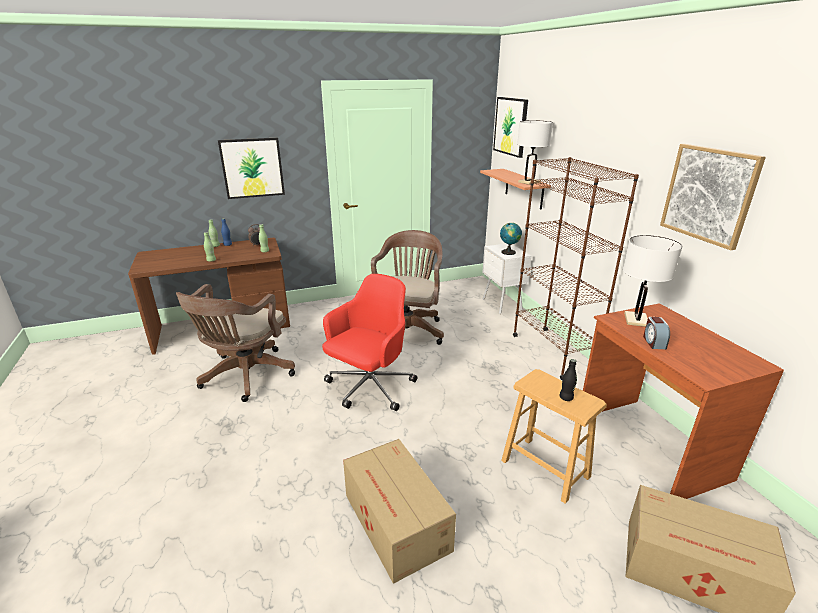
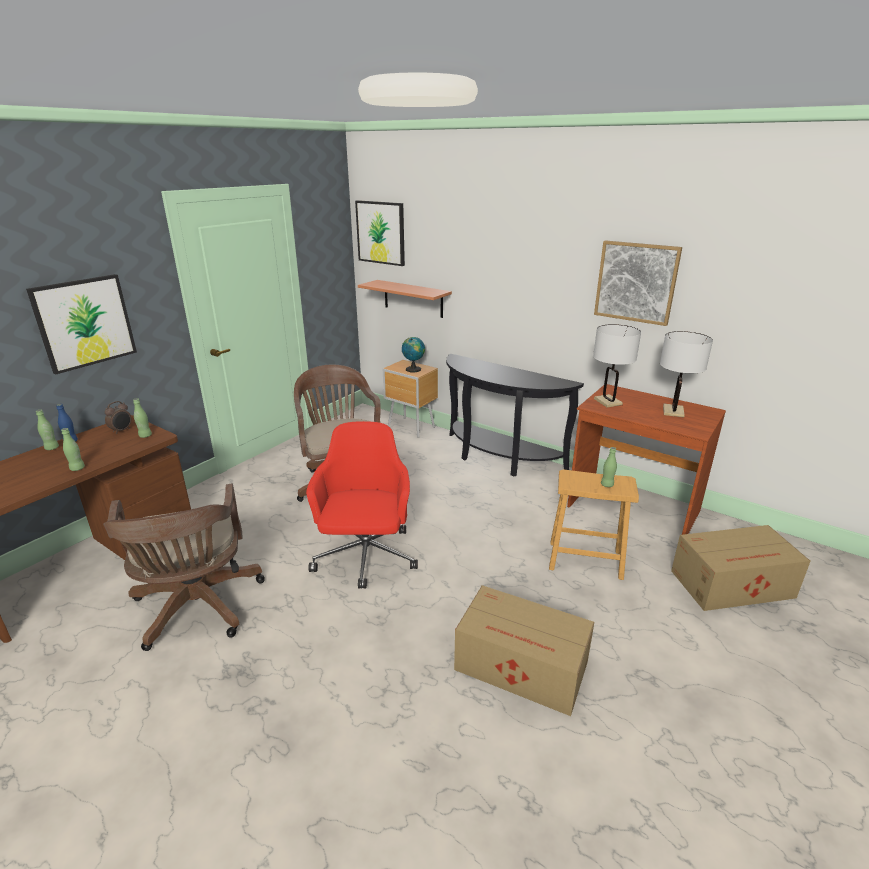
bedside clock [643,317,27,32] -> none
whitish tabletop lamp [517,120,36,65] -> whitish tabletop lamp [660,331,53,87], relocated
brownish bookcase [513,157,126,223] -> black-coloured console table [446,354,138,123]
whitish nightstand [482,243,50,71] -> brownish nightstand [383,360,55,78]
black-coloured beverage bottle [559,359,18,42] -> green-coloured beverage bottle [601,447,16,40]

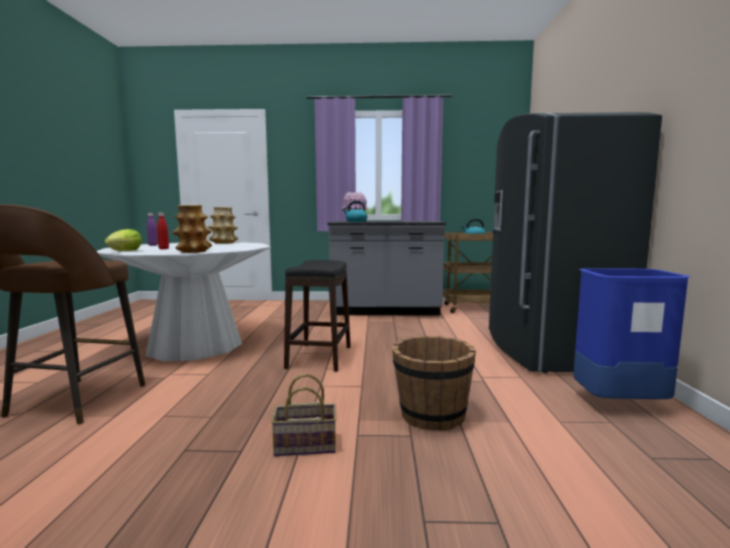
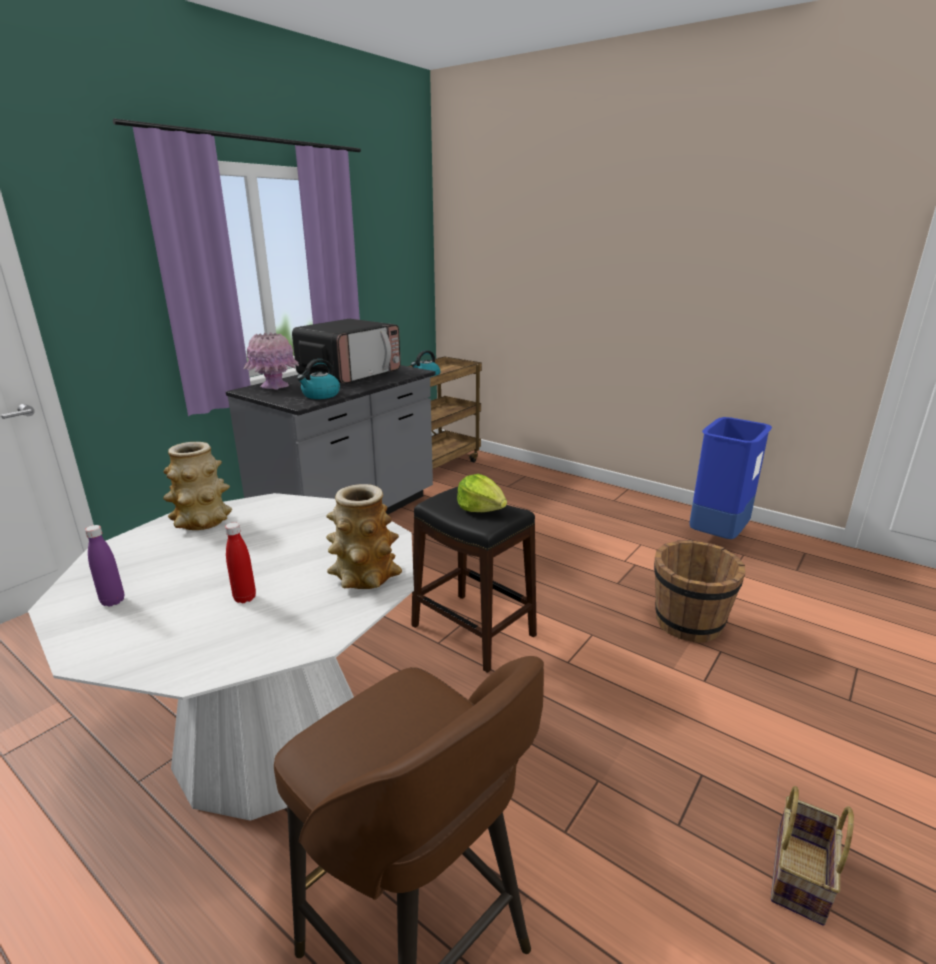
gray kitchen fridge [489,112,173,261] -> none
none -> microwave oven [292,319,109,65]
head of lettuce [104,229,38,22] -> head of lettuce [457,474,50,38], relocated
household basket [271,374,65,82] -> household basket [771,786,83,140], relocated

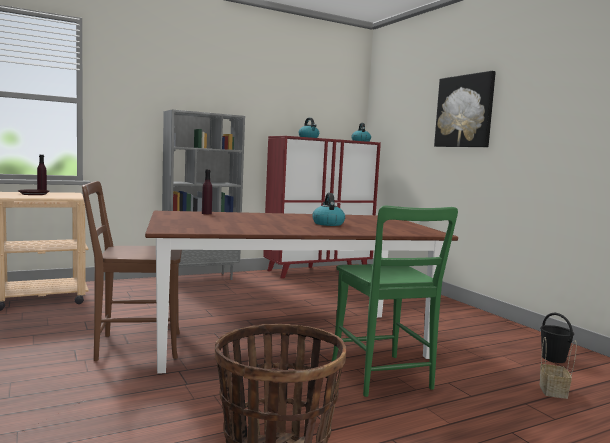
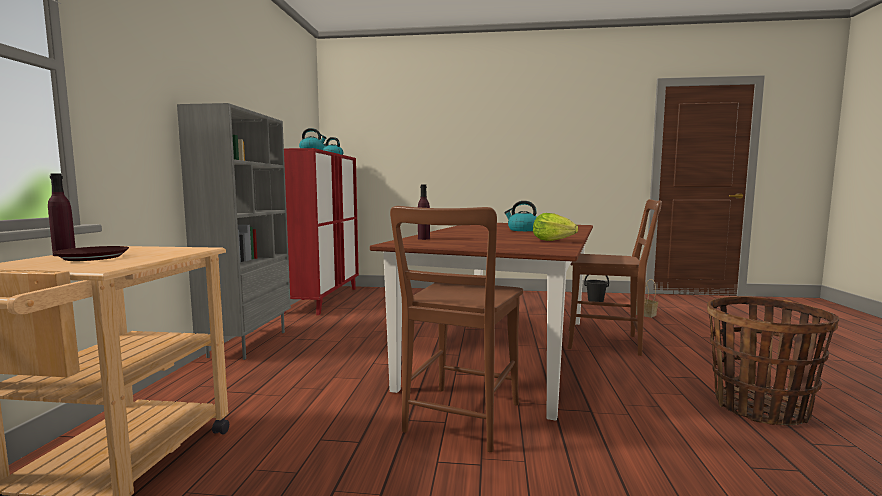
picture [434,71,62,76] -> none
none -> head of lettuce [533,213,45,28]
green-coloured plain chair [331,206,127,191] -> brownish plain chair [568,199,94,157]

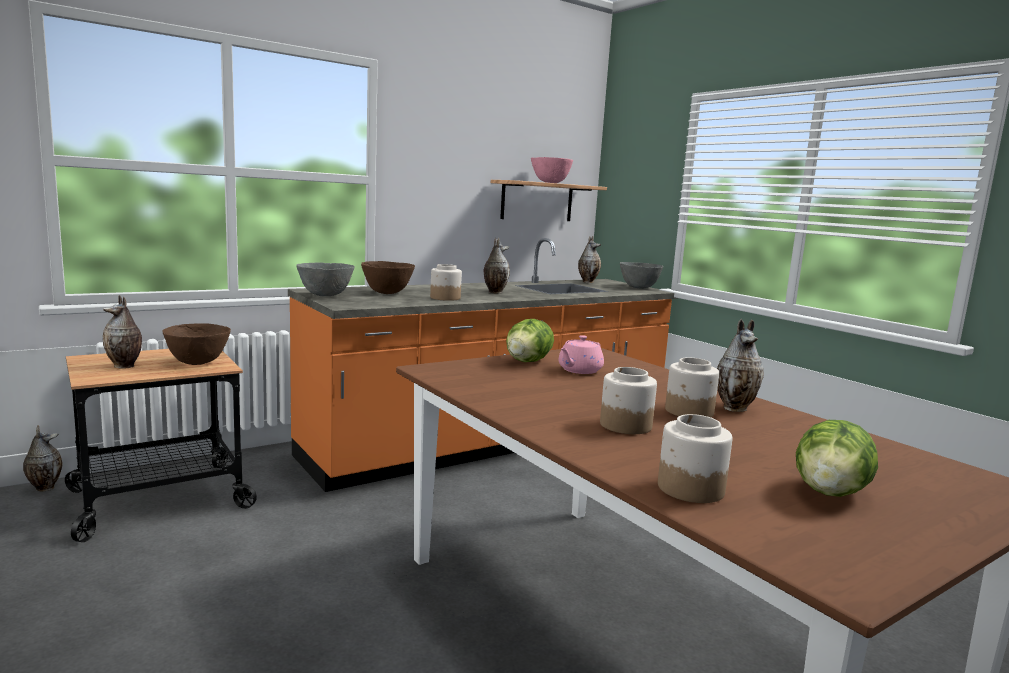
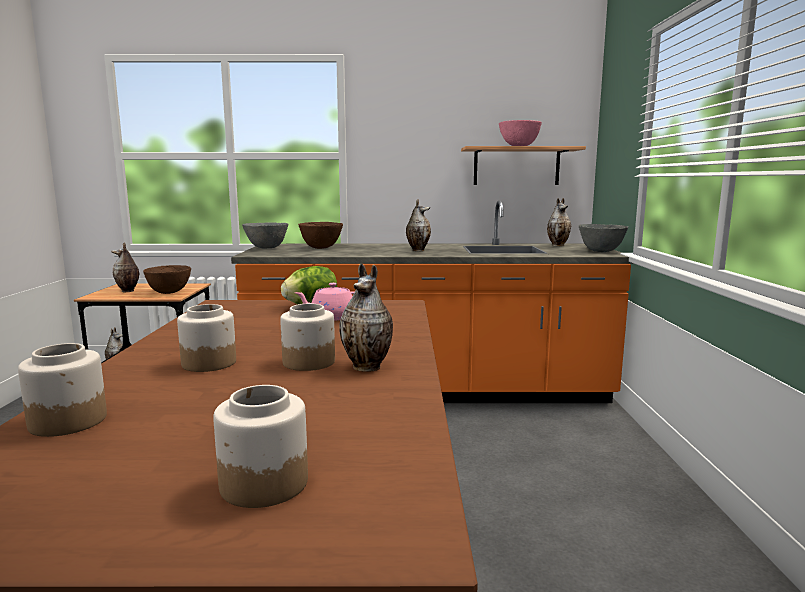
head of lettuce [796,420,82,77] -> none
storage jar [430,264,32,37] -> storage jar [213,385,95,123], relocated

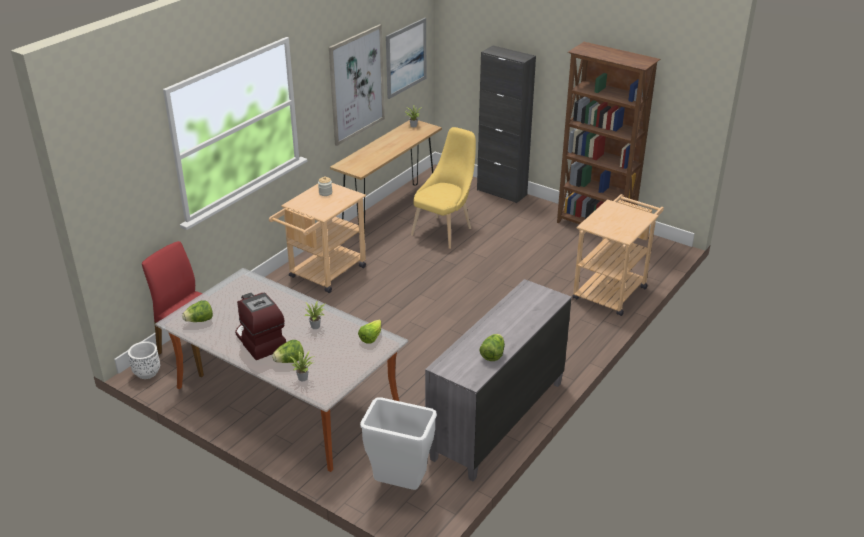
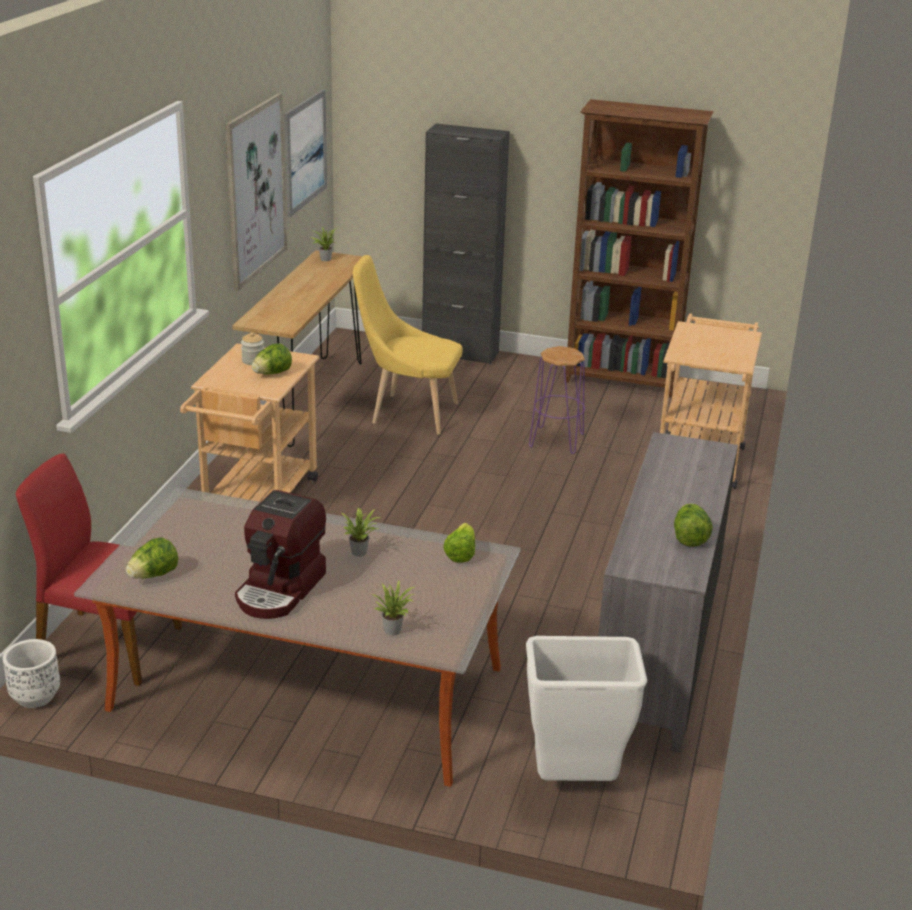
none -> purple-coloured stool [529,346,56,108]
head of lettuce [272,340,32,23] -> head of lettuce [251,343,41,32], relocated
coffee maker [235,293,51,67] -> coffee maker [235,490,91,129], 105 degrees counterclockwise
yellow-coloured plain chair [411,127,65,122] -> yellow-coloured plain chair [353,255,109,180], 90 degrees counterclockwise

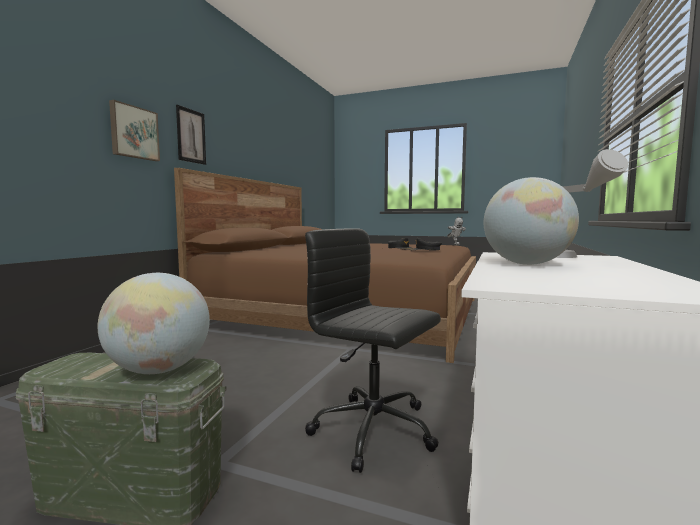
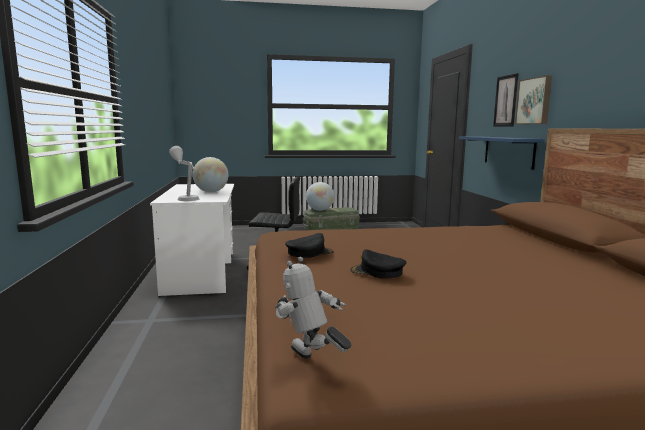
none -> blue-coloured wall shelf [459,136,86,34]
picture [176,105,30,60] -> picture [493,73,25,54], relocated

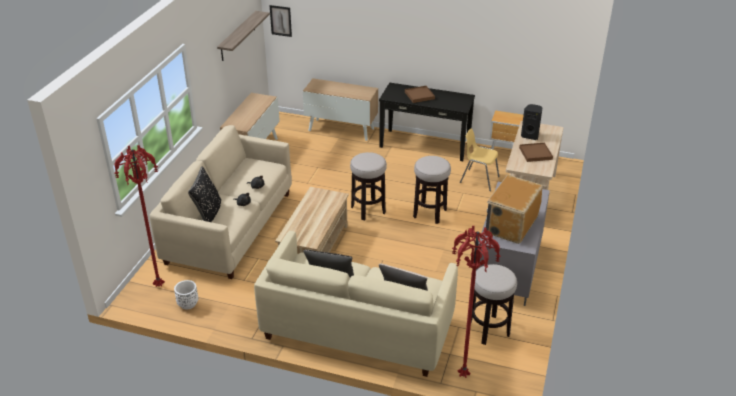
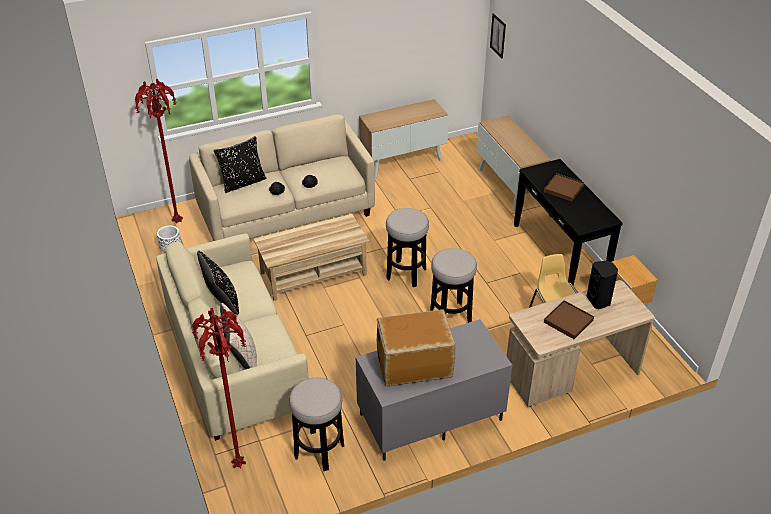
wall shelf [217,11,53,50] -> none

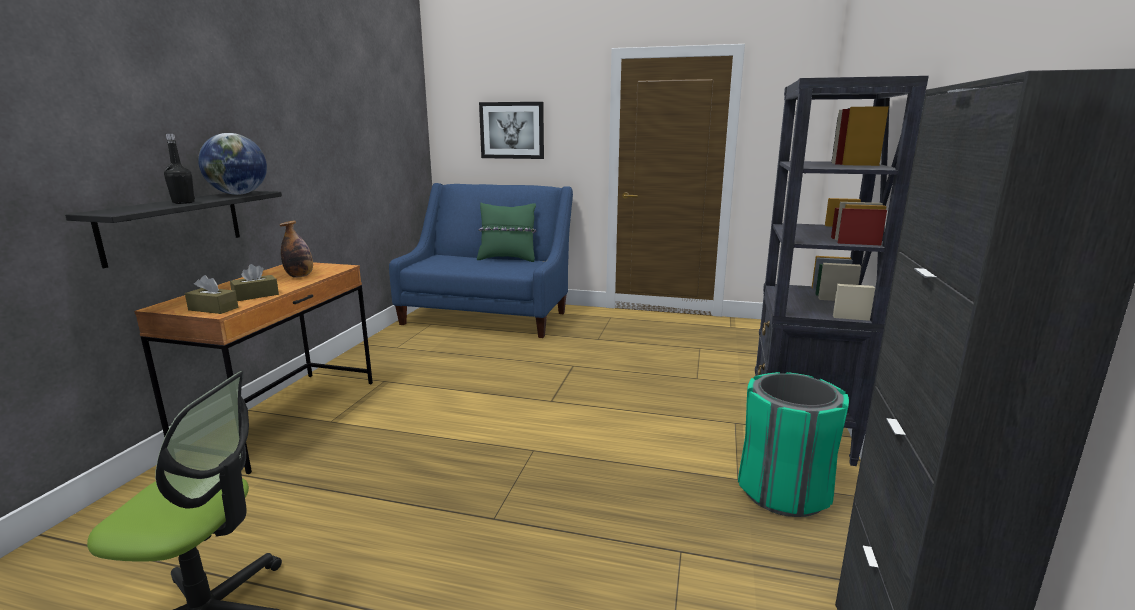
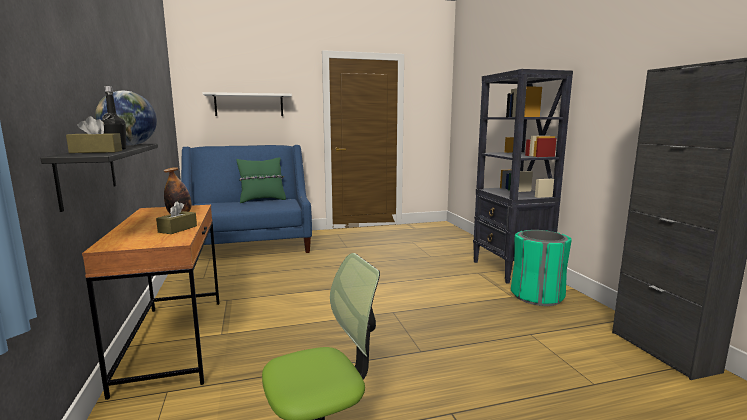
brownish box of tissues [185,275,53,39] -> brownish box of tissues [66,116,56,37], relocated
picture [479,102,65,57] -> whitish wall shelf [202,92,90,24]

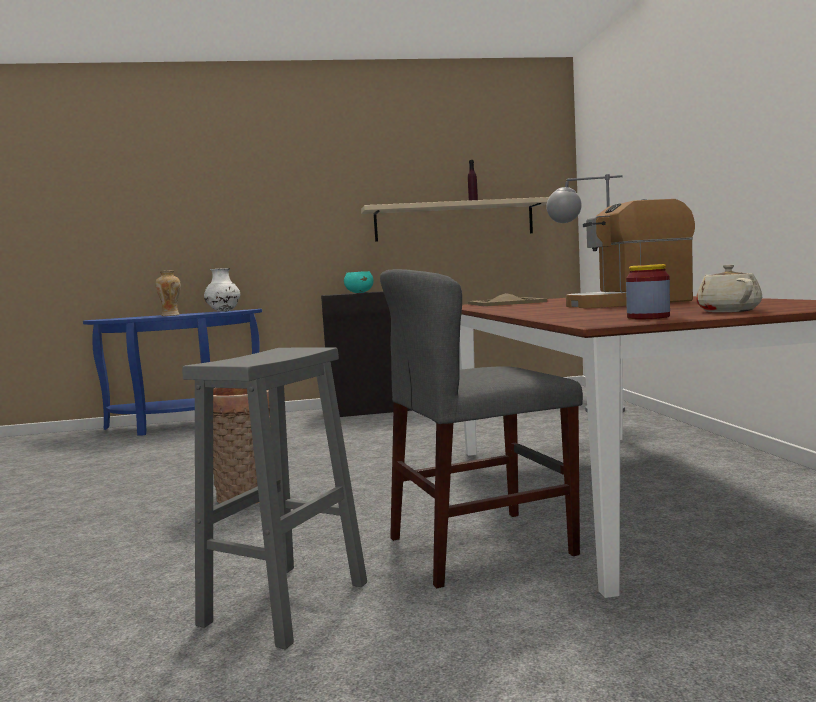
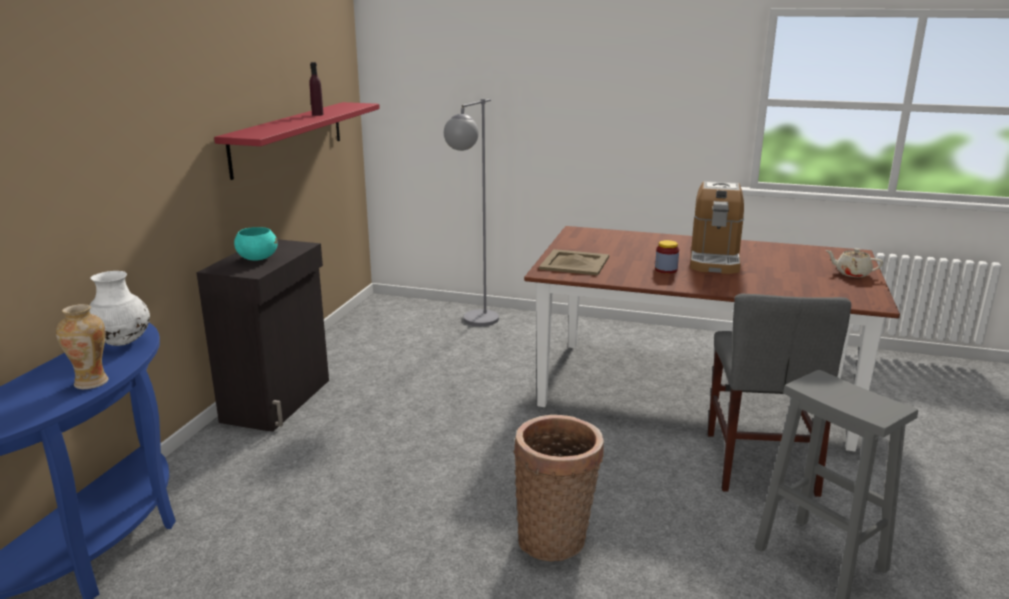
storage jar [626,264,44,55] -> storage jar [655,240,24,34], relocated
sand-coloured wall shelf [361,197,188,45] -> red-coloured wall shelf [214,102,166,78]

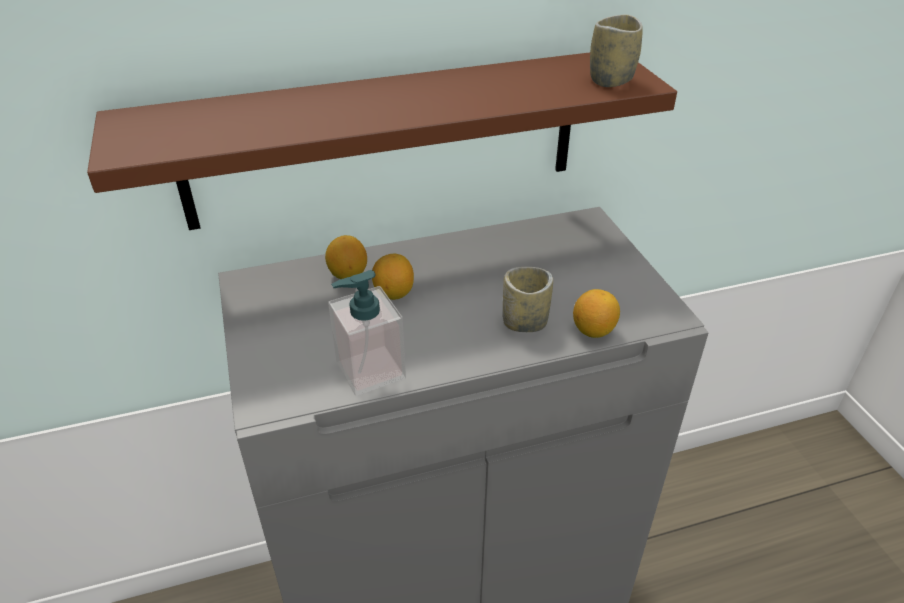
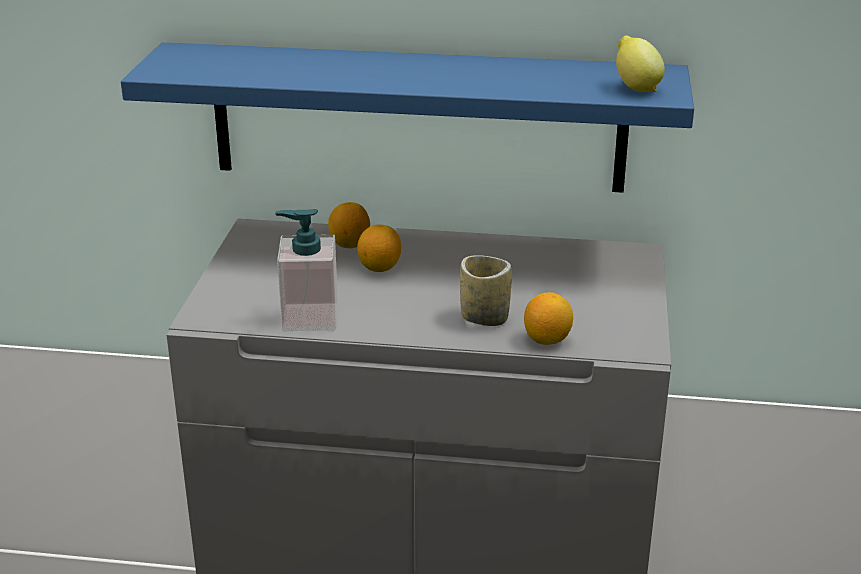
cup [590,15,53,72] -> whole lemon [616,35,49,57]
brownish wall shelf [87,52,590,178] -> blue-coloured wall shelf [121,42,573,151]

